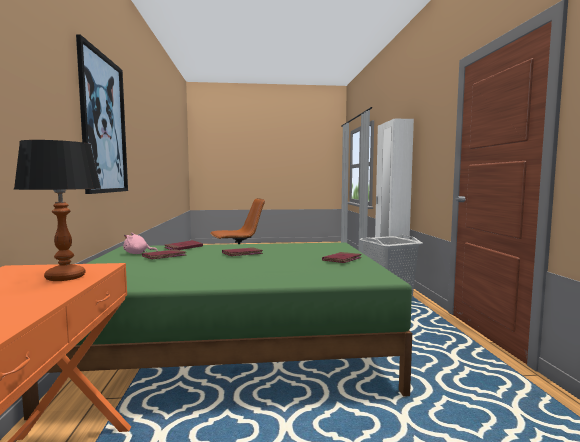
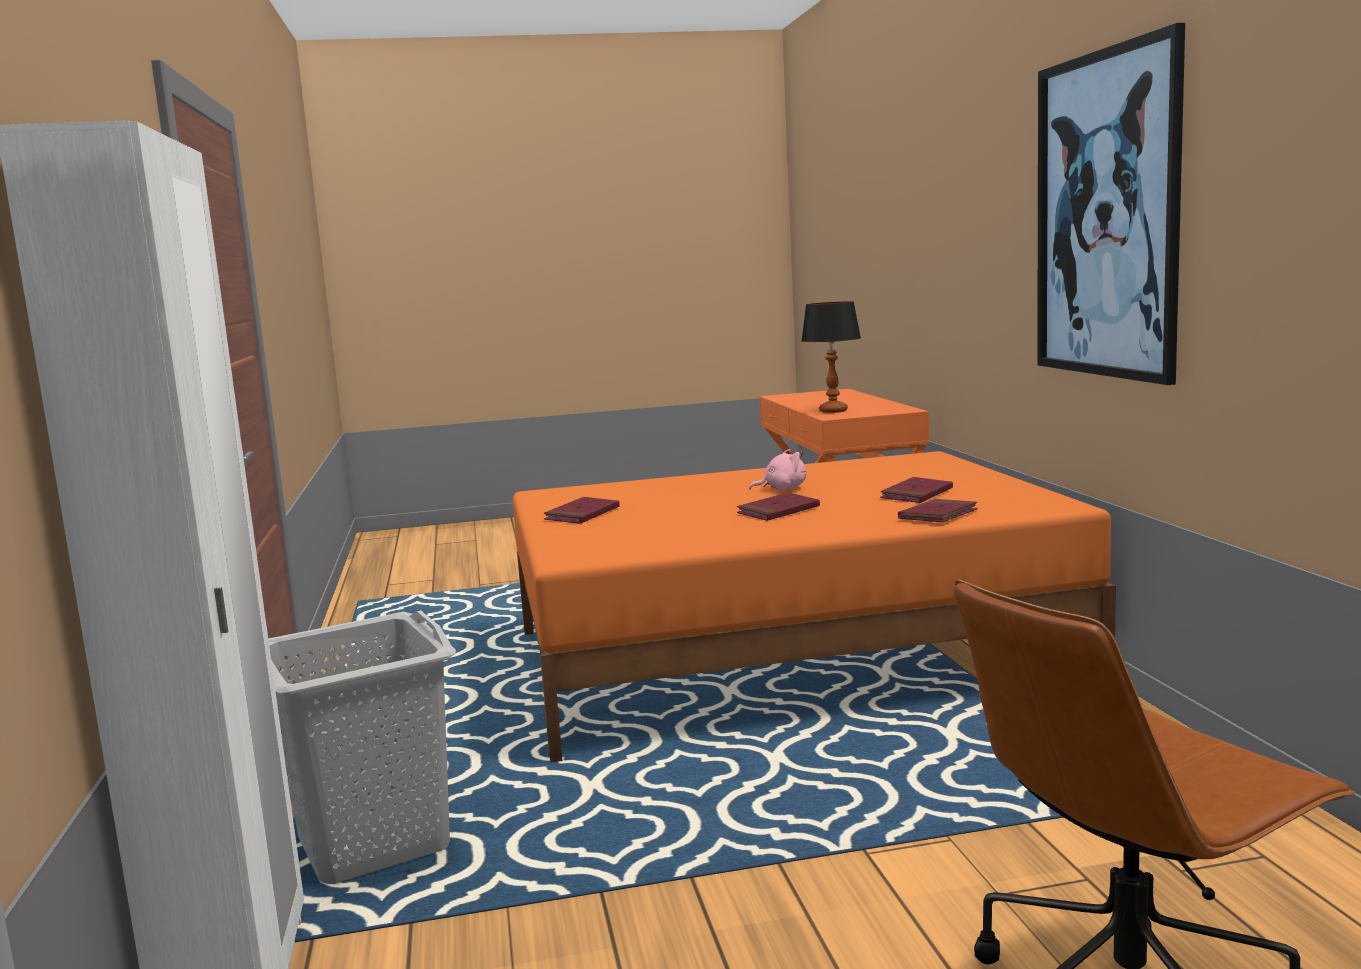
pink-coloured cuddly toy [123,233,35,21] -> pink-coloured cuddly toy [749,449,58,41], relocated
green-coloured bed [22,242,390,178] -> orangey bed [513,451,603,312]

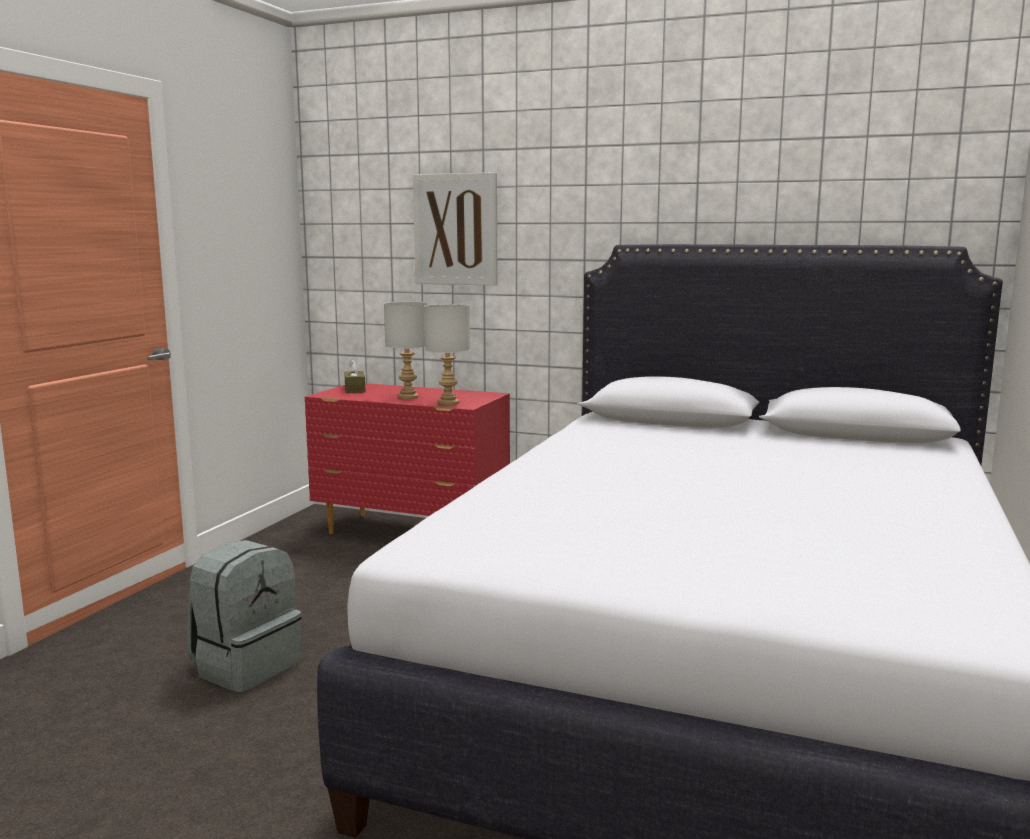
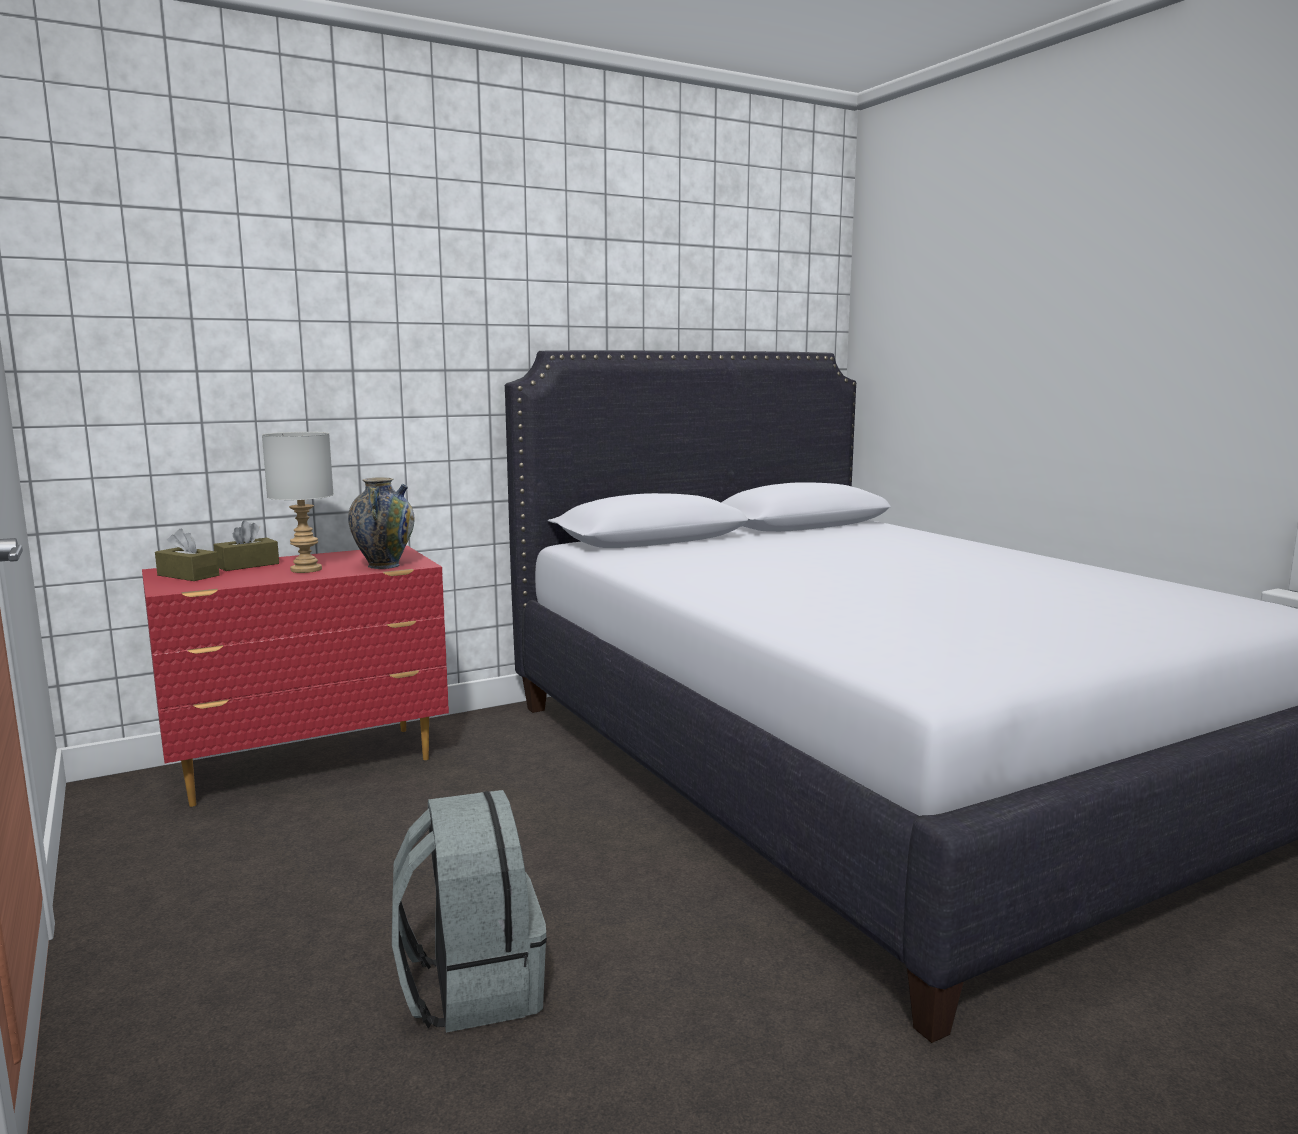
picture [413,172,84,114] -> none
none -> brownish box of tissues [213,520,66,51]
gray tabletop lamp [424,304,46,101] -> decorative vase [348,477,66,92]

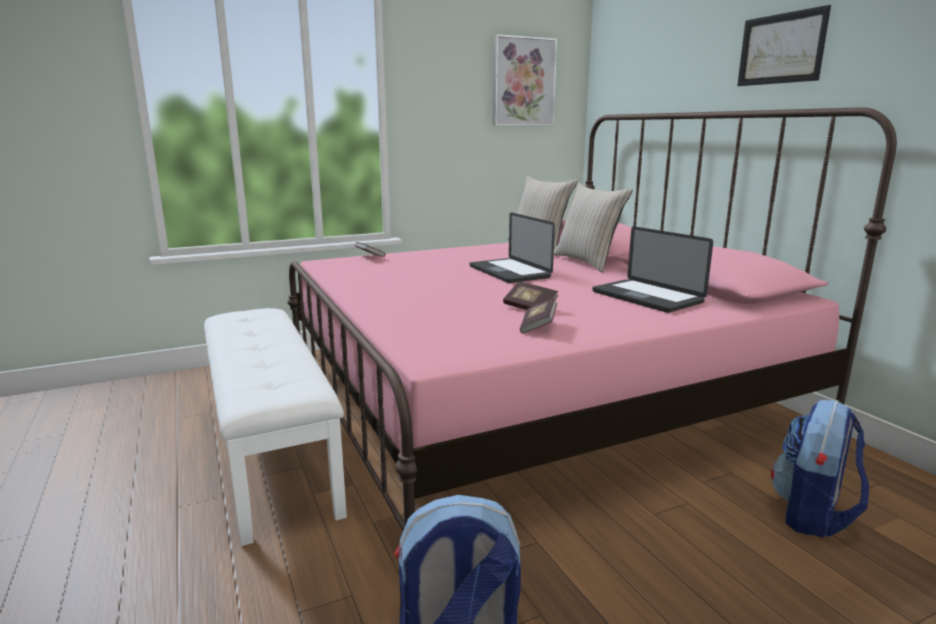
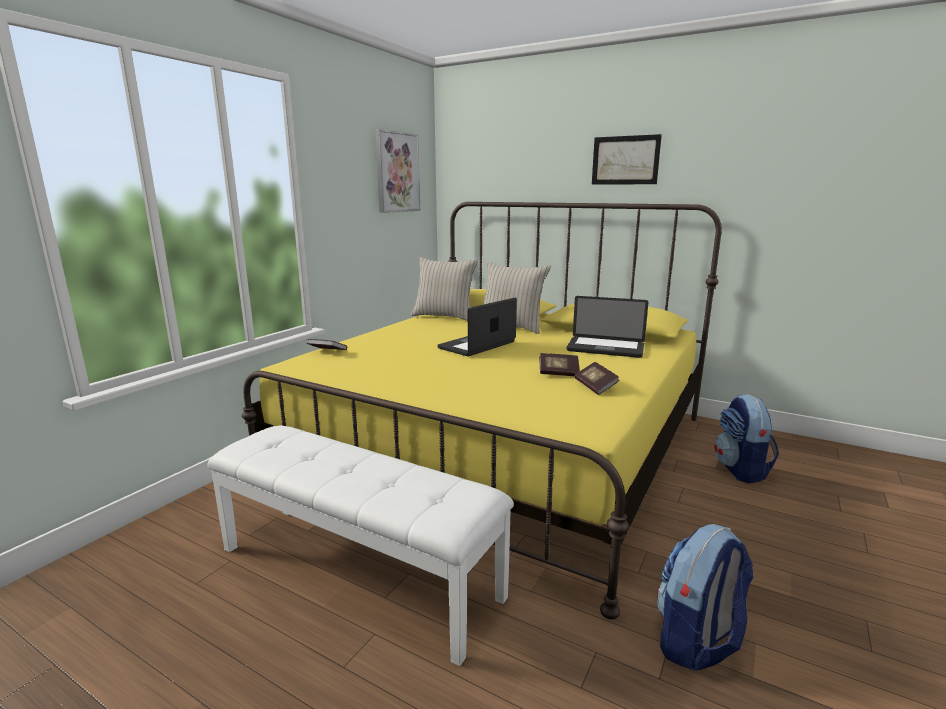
pink-coloured bed [287,107,610,424] -> yellow-coloured bed [242,202,480,417]
notebook computer [469,212,86,71] -> notebook computer [438,298,79,58], 105 degrees clockwise

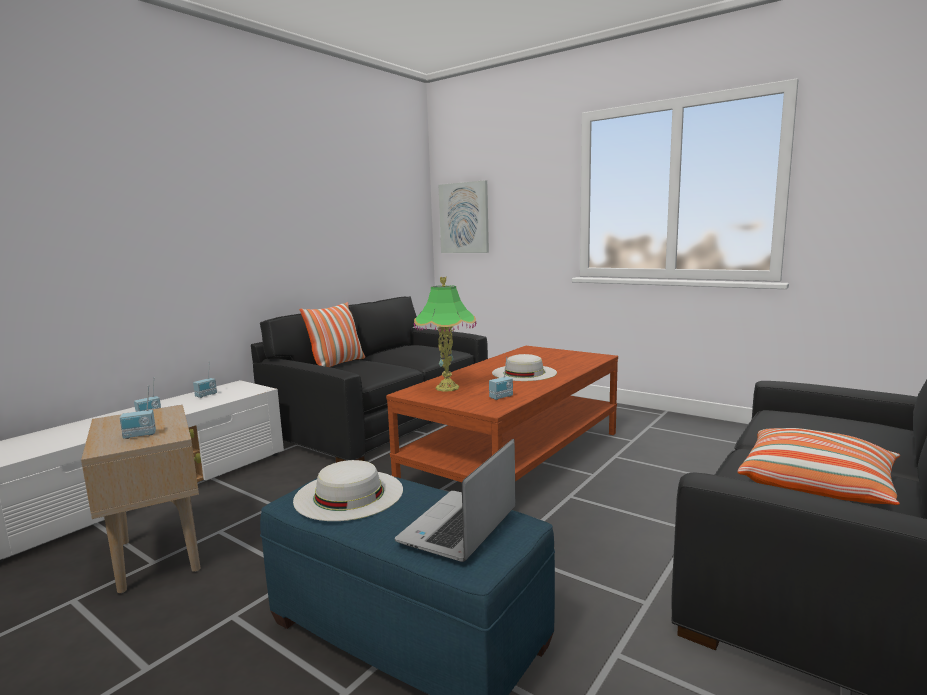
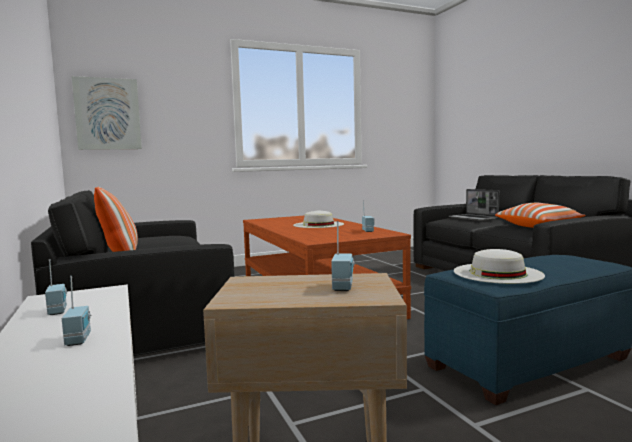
tabletop lamp [414,277,63,115] -> none
notebook computer [395,439,121,123] -> notebook computer [448,189,51,32], relocated

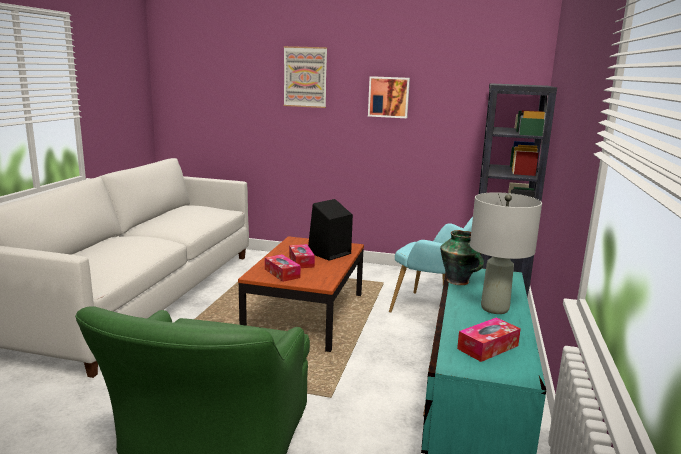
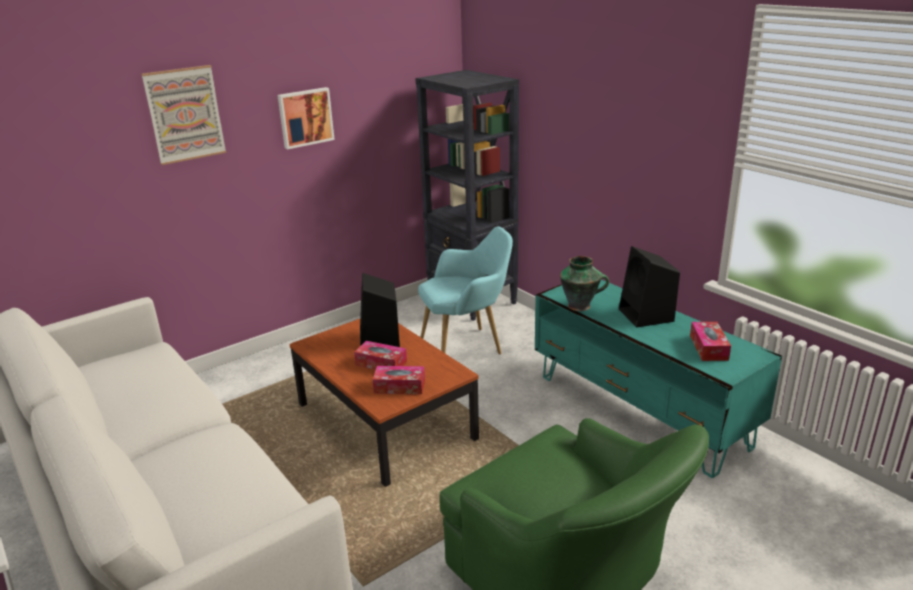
gray tabletop lamp [470,192,72,122] -> black-coloured loudspeaker [619,246,61,81]

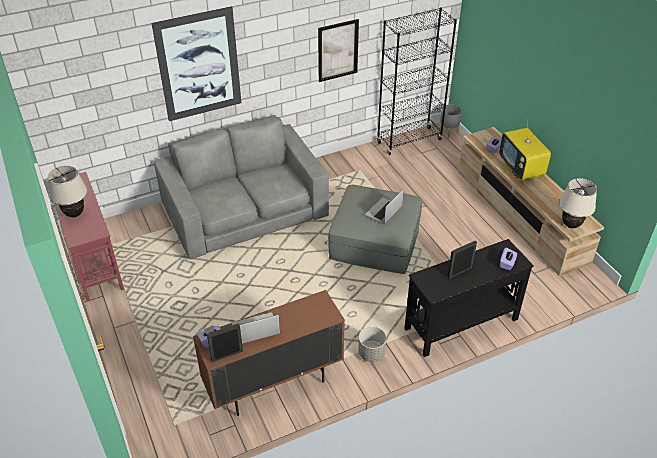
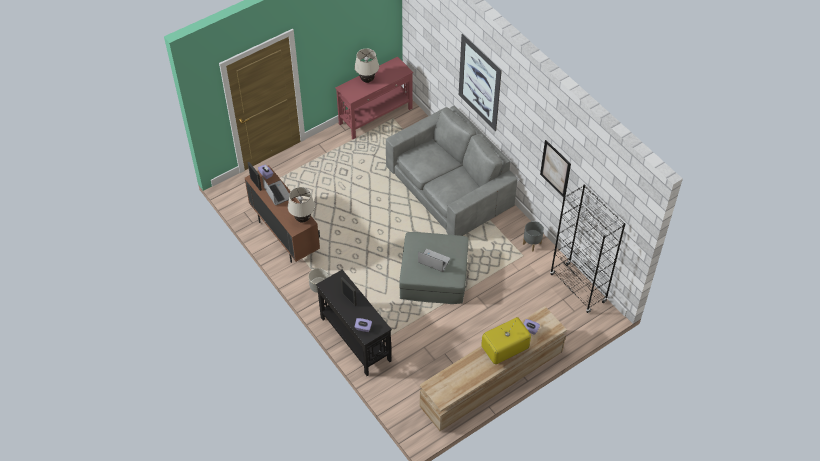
gray planter [439,104,23,34] -> gray planter [523,221,21,31], relocated
sand-coloured tabletop lamp [559,178,38,50] -> sand-coloured tabletop lamp [288,187,27,36], relocated

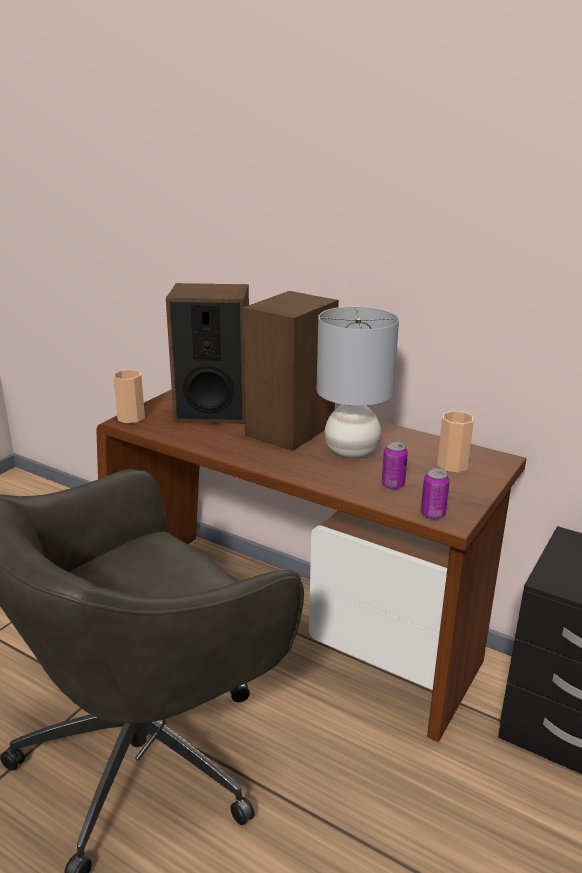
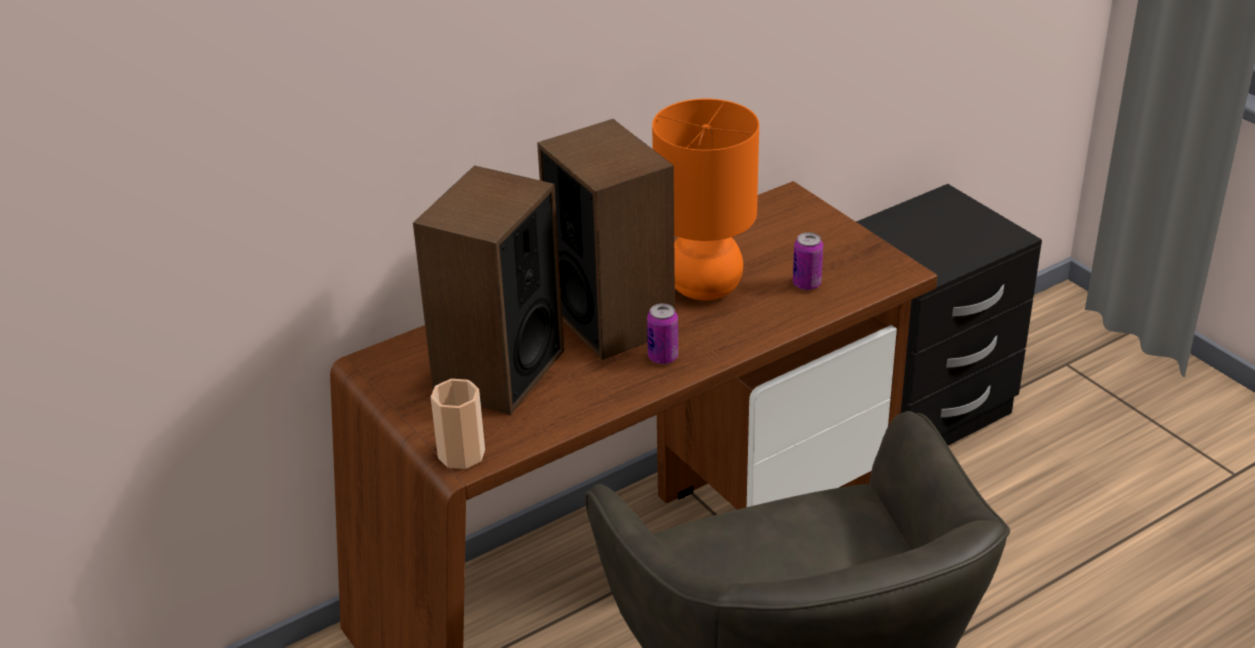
cup [437,411,37,62] -> none
sealed can [421,468,29,51] -> sealed can [647,303,31,61], relocated
gray tabletop lamp [317,306,82,152] -> orangey tabletop lamp [652,99,107,202]

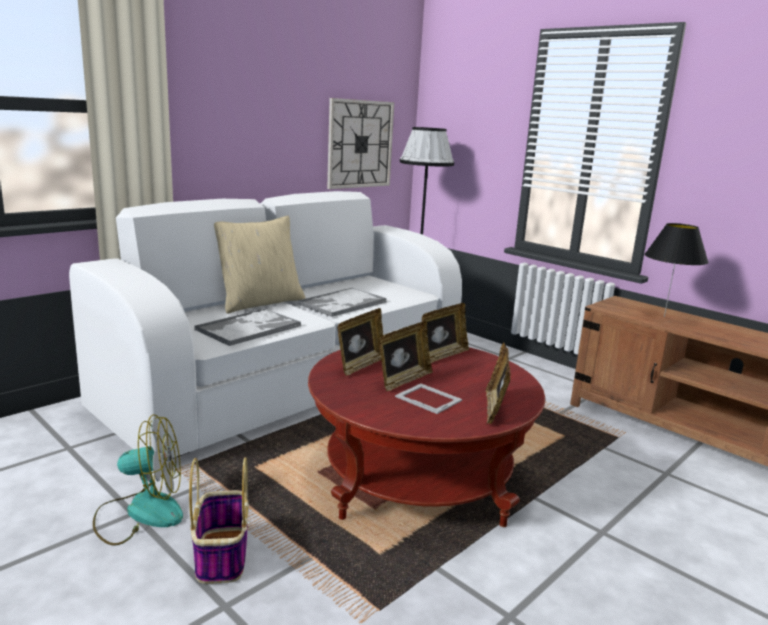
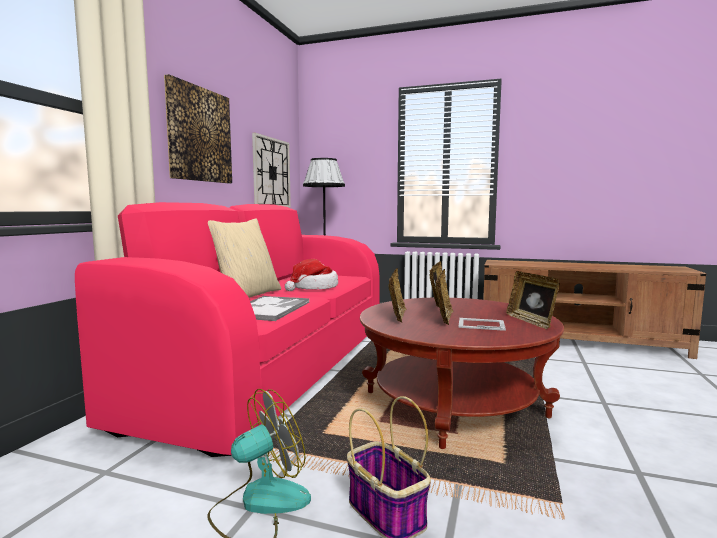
black-coloured tabletop lamp [645,223,64,94] -> none
none -> picture [164,74,68,109]
tray [298,288,89,29] -> wearable hat [285,259,53,32]
whitish sofa [69,191,393,270] -> pink-coloured sofa [75,202,305,255]

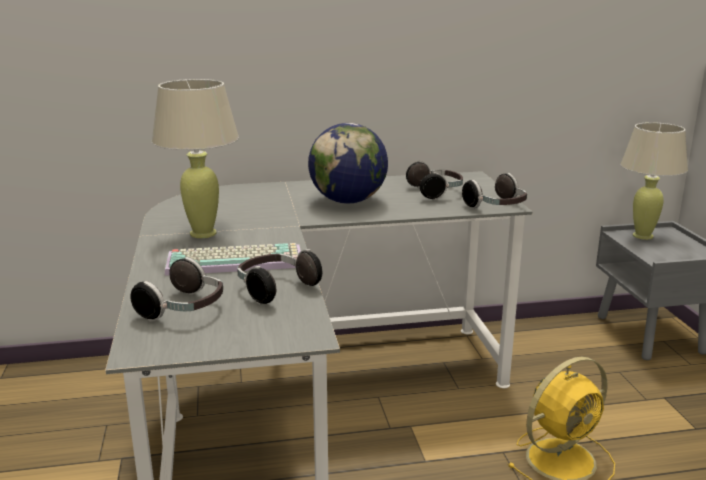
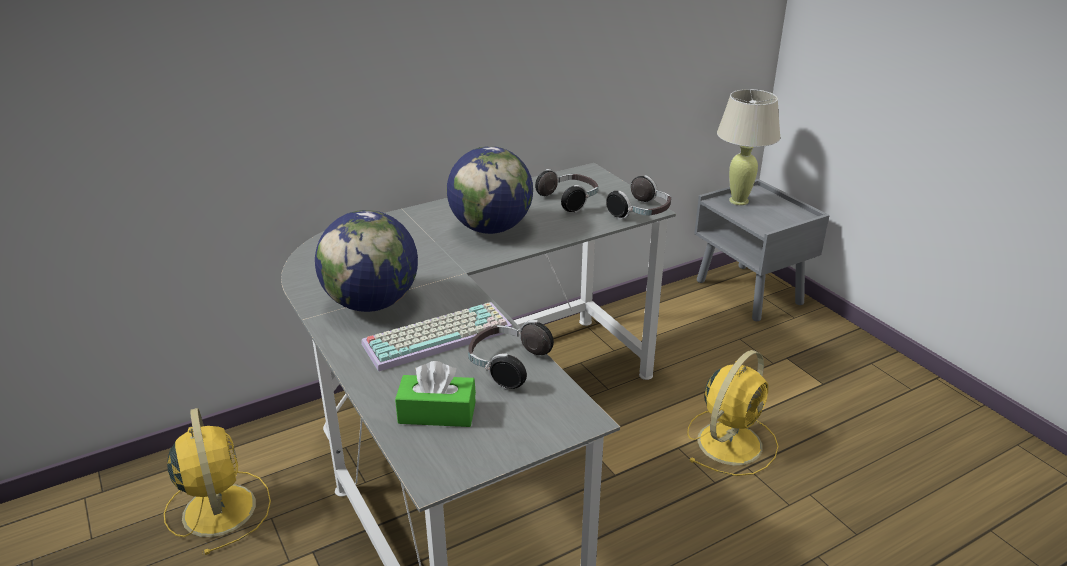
none -> yellow-coloured cooling fan [164,408,107,147]
pair of headphones [131,257,92,64] -> green-coloured box of tissues [395,361,81,66]
sand-coloured tabletop lamp [152,79,87,159] -> world globe [315,210,103,102]

